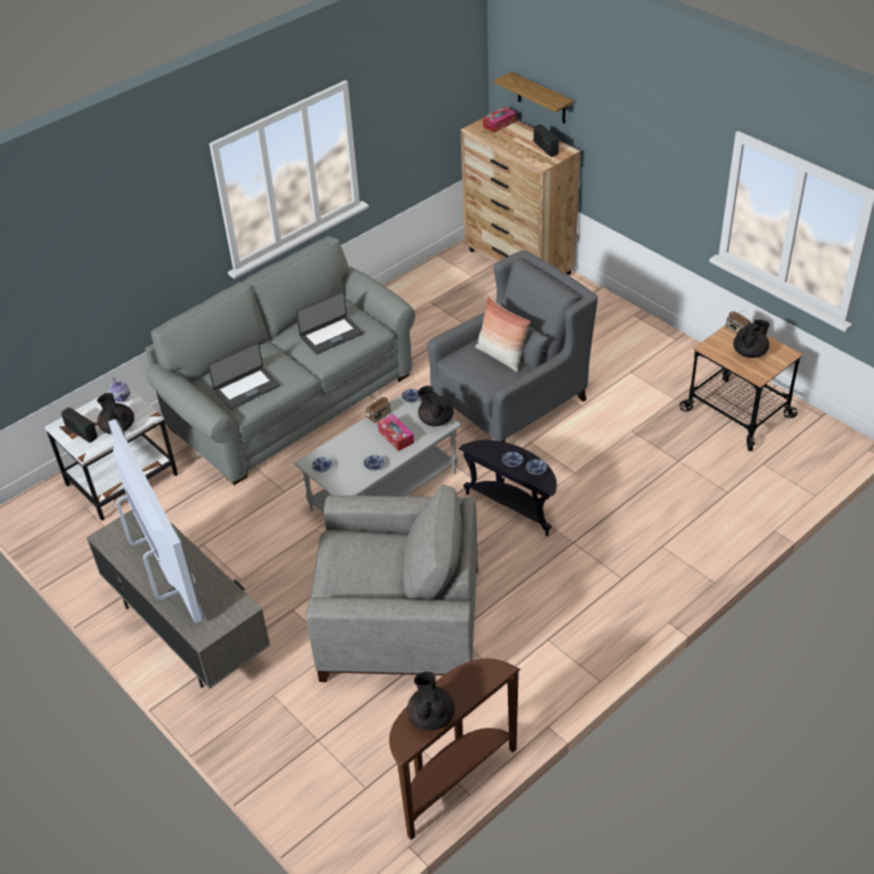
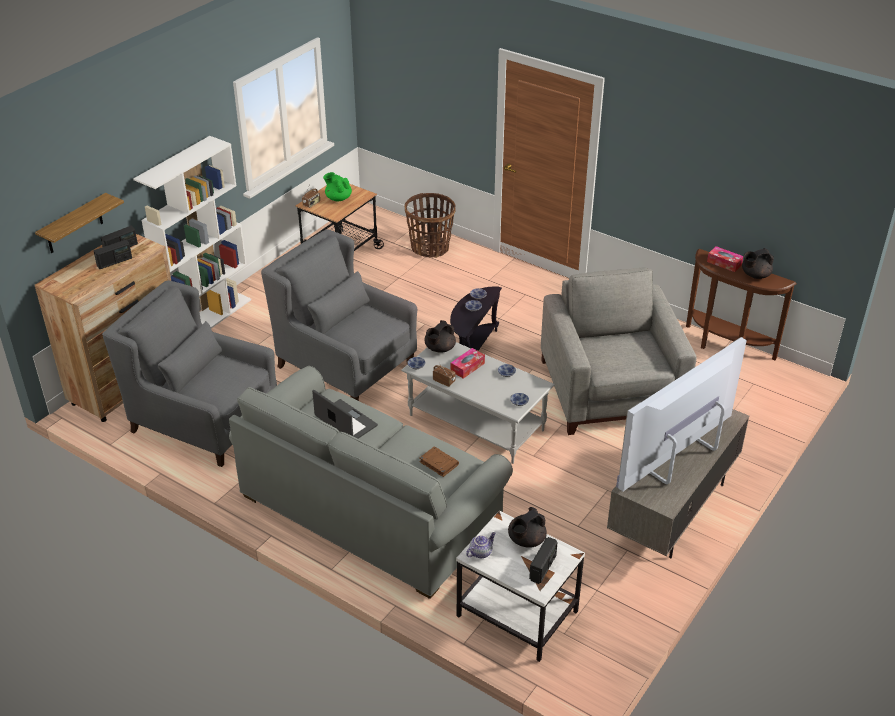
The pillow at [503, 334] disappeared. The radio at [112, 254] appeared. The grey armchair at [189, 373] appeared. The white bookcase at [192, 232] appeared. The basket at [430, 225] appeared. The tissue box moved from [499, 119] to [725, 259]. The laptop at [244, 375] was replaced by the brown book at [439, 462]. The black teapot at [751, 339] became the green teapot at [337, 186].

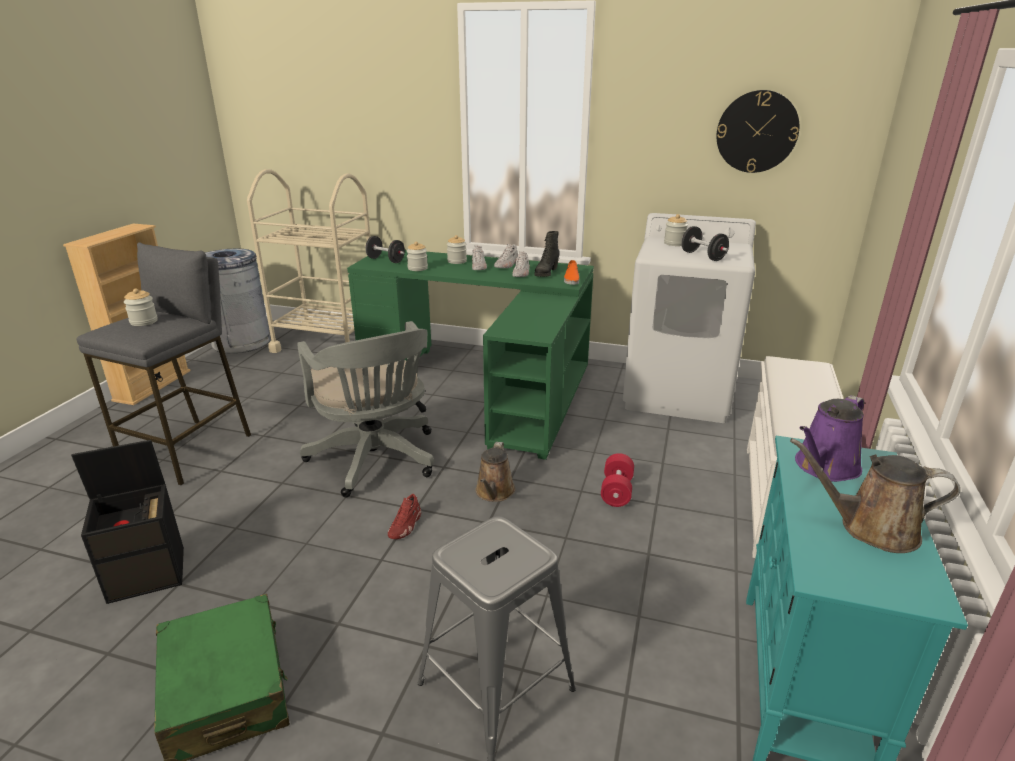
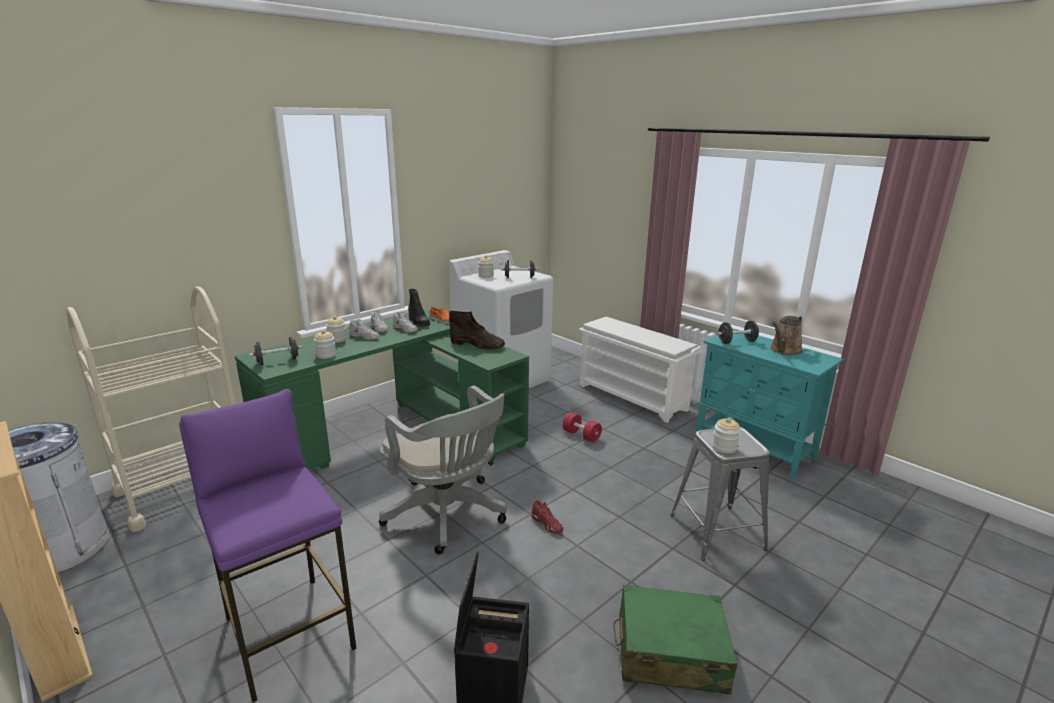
The brown watering can at [495, 472] disappeared. The wall clock at [758, 131] disappeared. The brown boot at [477, 330] appeared. The jar moved from [141, 307] to [726, 435]. The purple watering can at [829, 438] was replaced by the black dumbbell at [738, 332]. The grey stool at [164, 363] became the purple stool at [268, 546]. The grey office chair at [365, 409] turned 45 degrees clockwise.

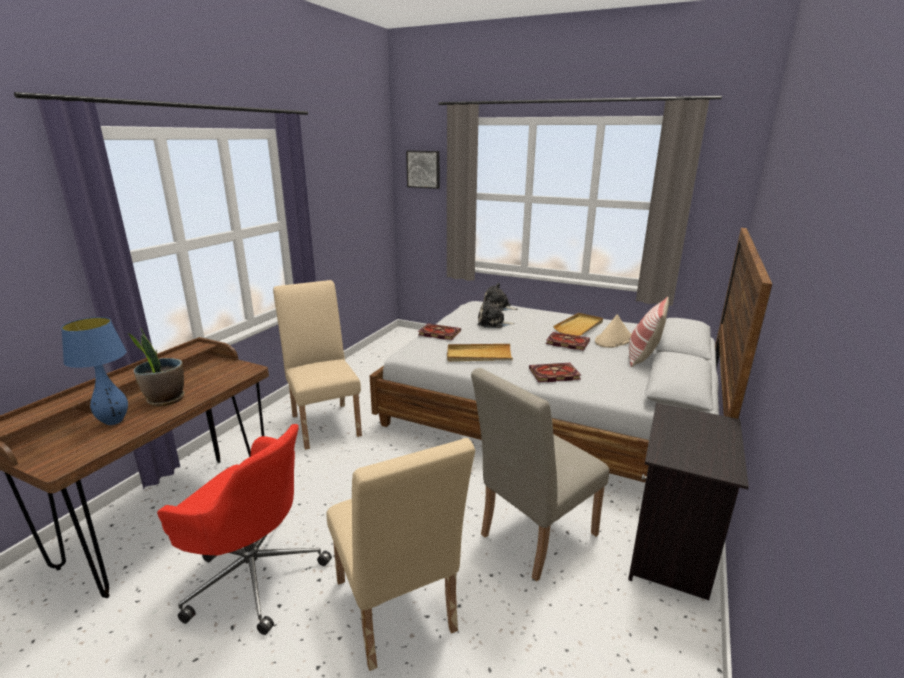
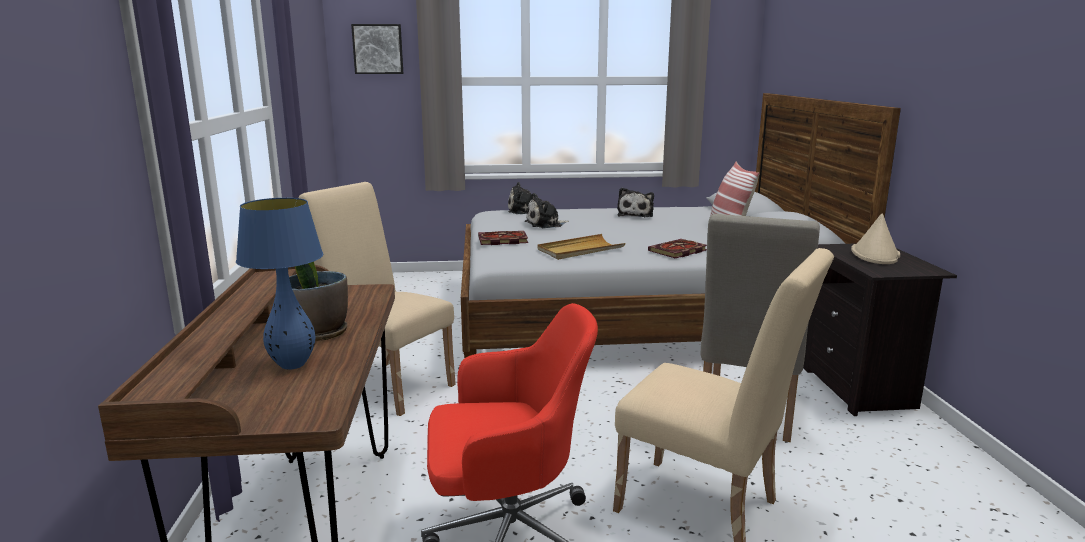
The book at [568, 341] disappeared. The beige hat moved from [613, 331] to [875, 238]. The beige tray at [578, 324] was replaced by the plush toy at [635, 202].

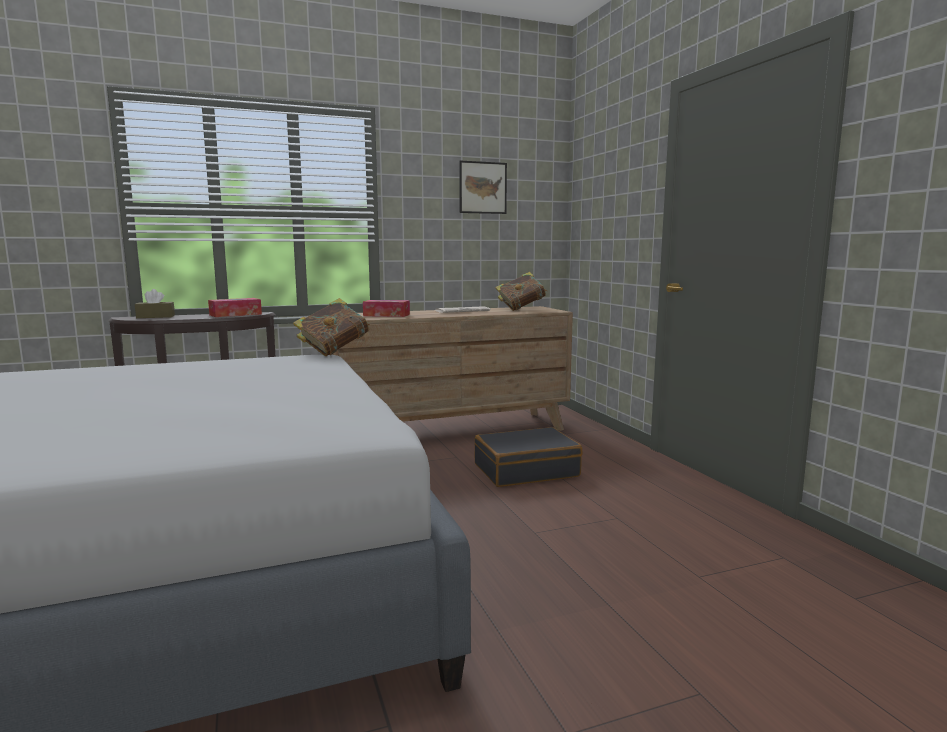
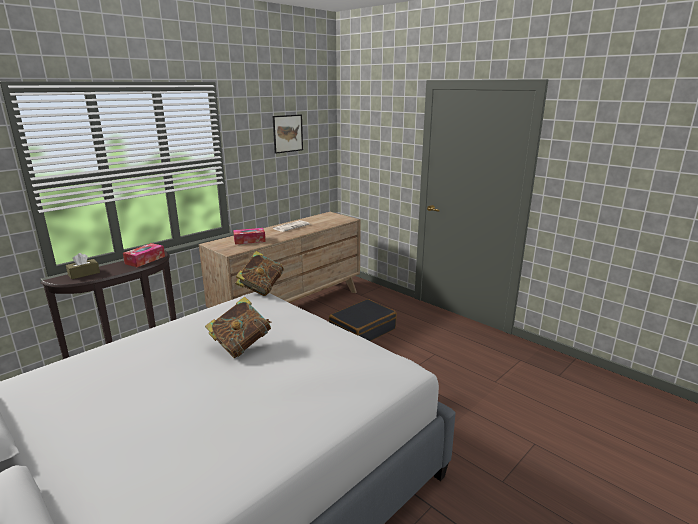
The book moved from [521, 291] to [238, 328].

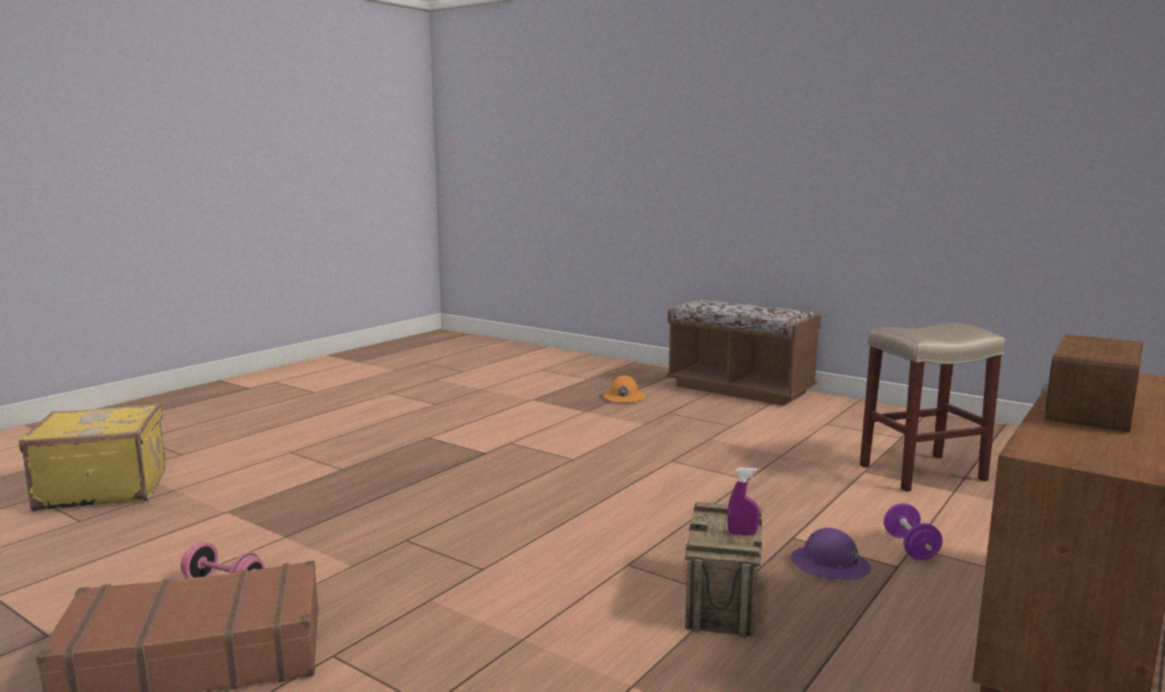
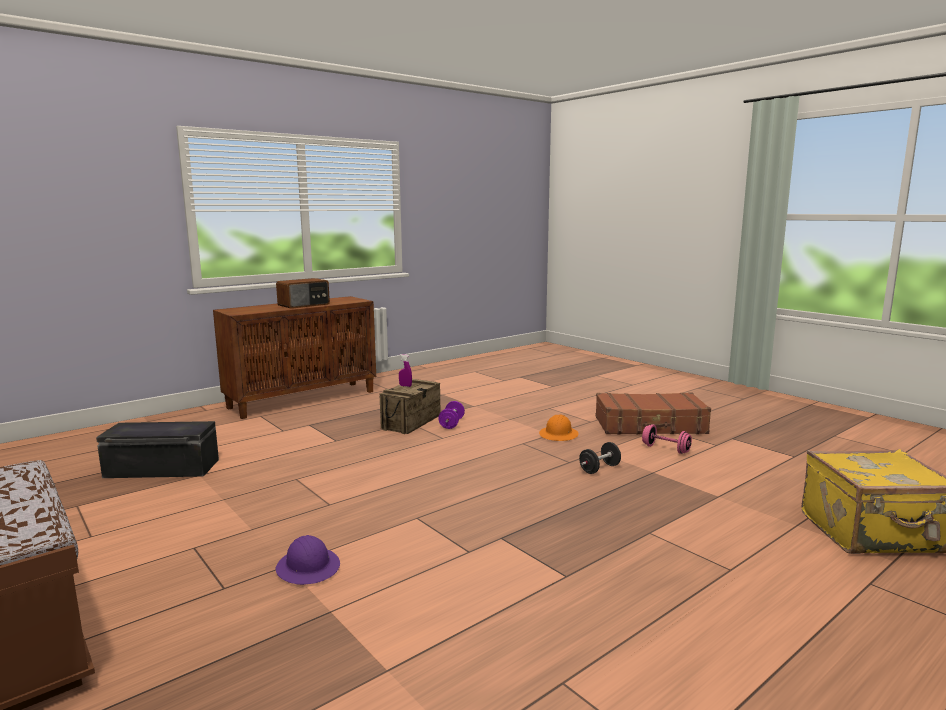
The black dumbbell at [600, 458] appeared. The orange hard hat moved from [624, 388] to [559, 427]. The purple hard hat moved from [831, 554] to [308, 560]. The purple dumbbell moved from [913, 531] to [451, 415]. The beige stool at [932, 407] was replaced by the black storage box at [157, 449].

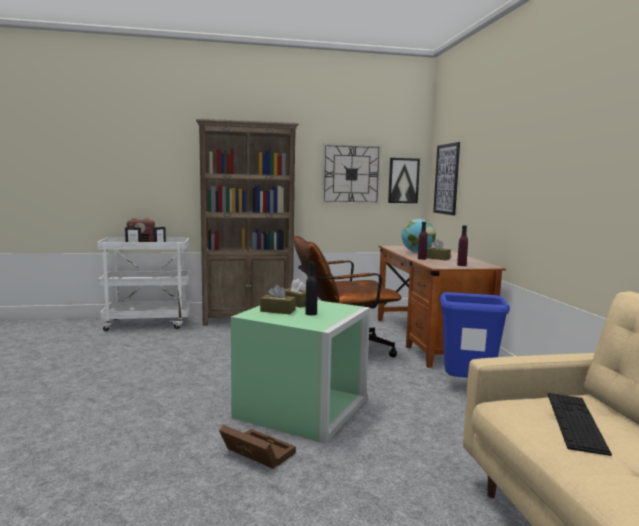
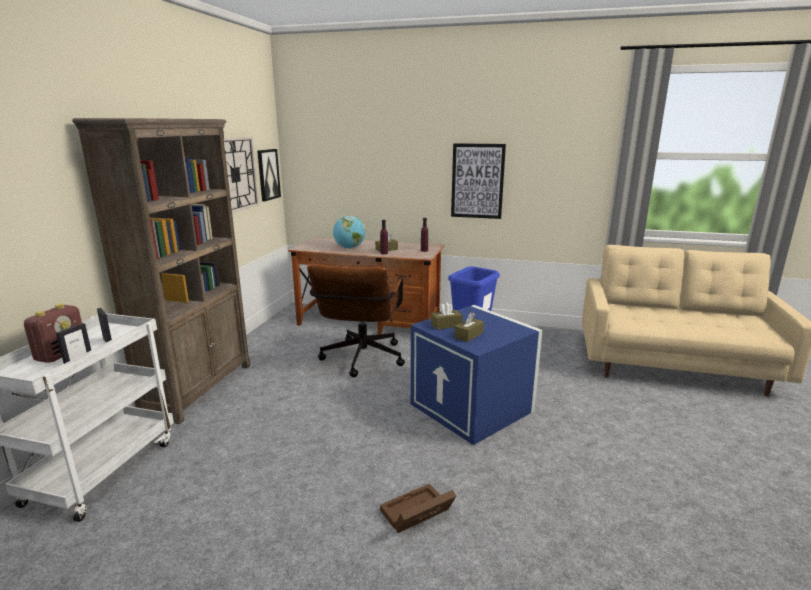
The black bottle at [311, 288] disappeared. The keyboard at [580, 424] disappeared. The brown storage box moved from [257, 447] to [418, 508]. The picture moved from [446, 178] to [478, 181]. The green storage box at [300, 372] became the blue storage box at [476, 375].

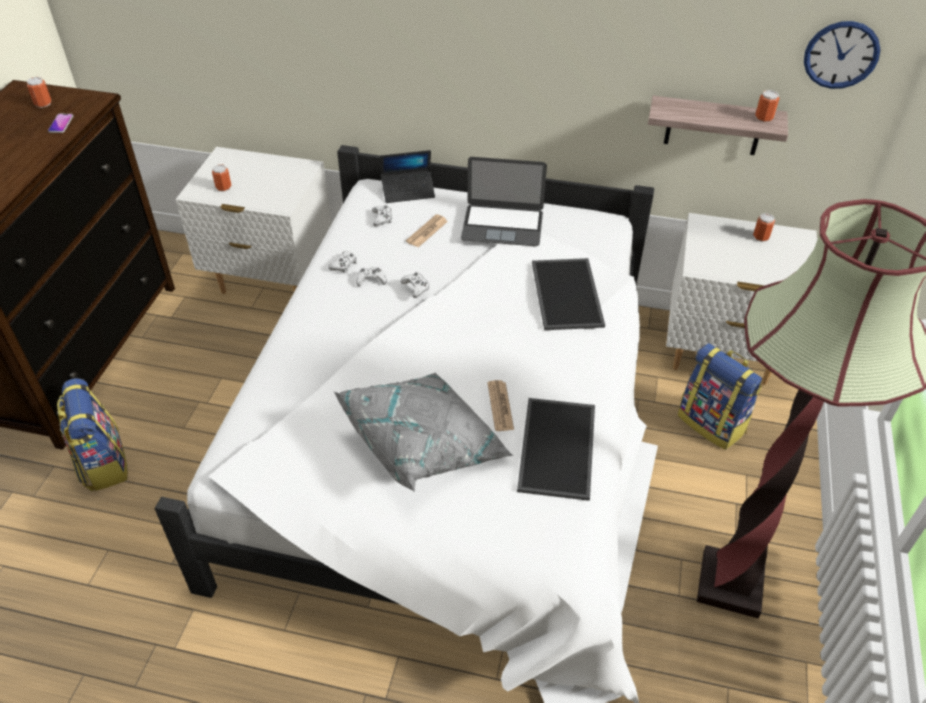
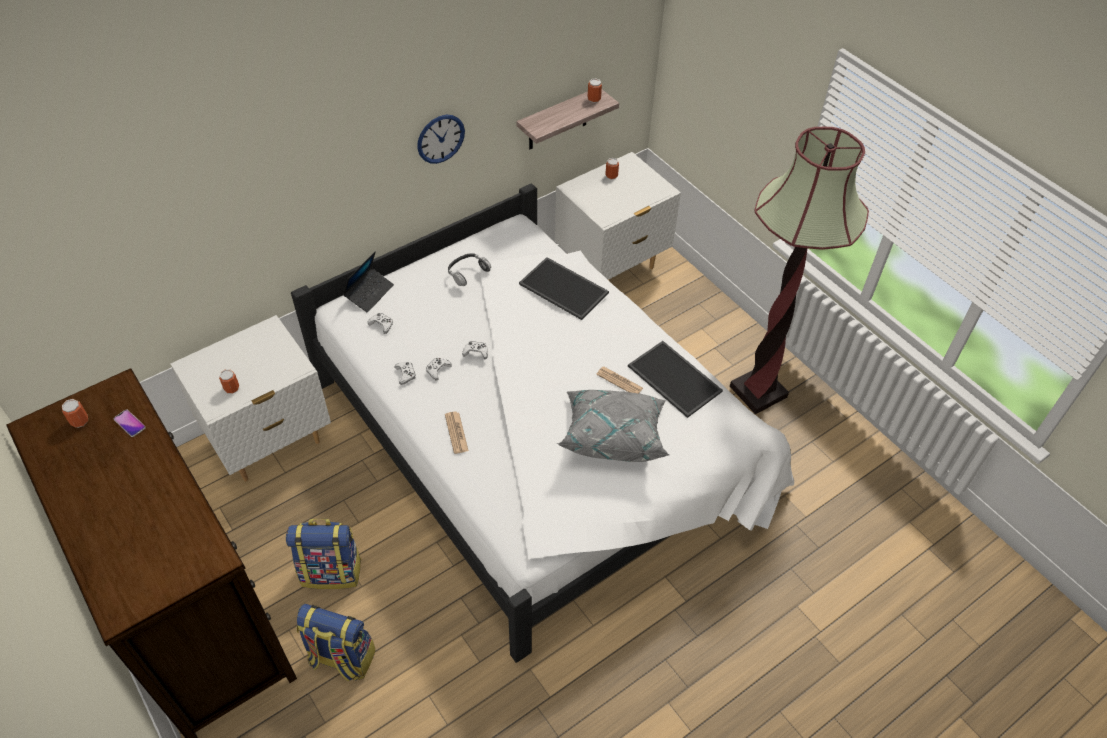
The newspaper moved from [427, 231] to [457, 433]. The backpack moved from [720, 396] to [324, 554]. The wall clock moved from [842, 55] to [441, 139]. The laptop at [504, 201] was replaced by the headphones at [469, 269].

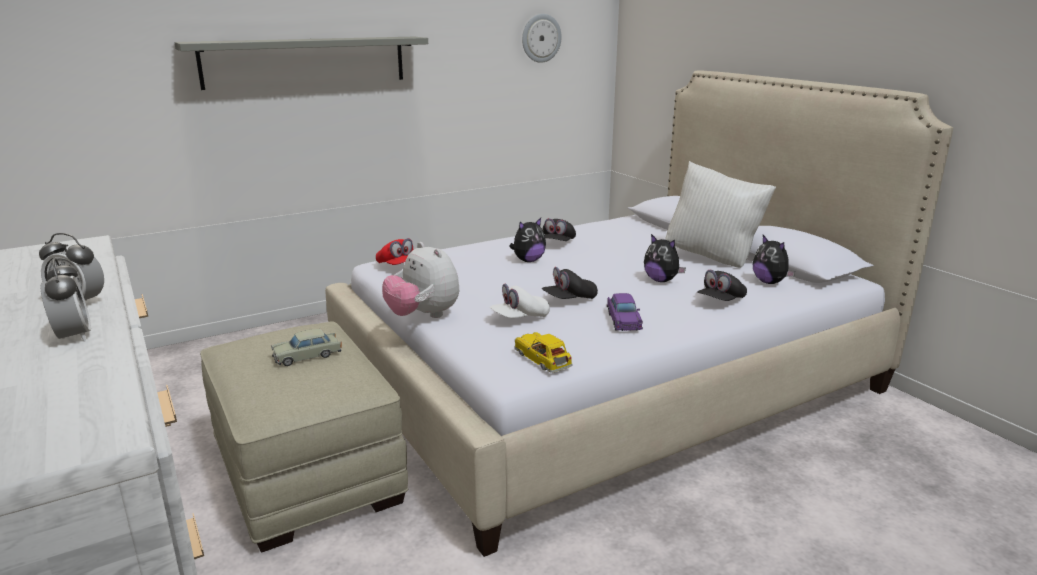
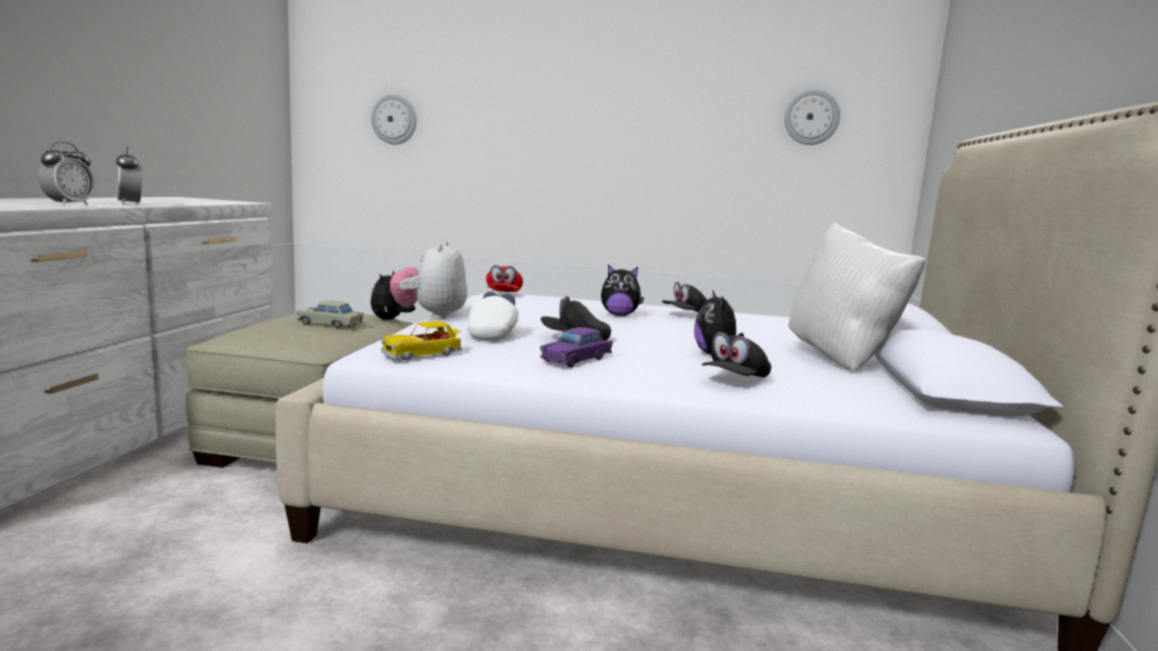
The grey shelf at [301, 63] disappeared. The wall clock at [393, 119] appeared. The plush toy moved from [773, 259] to [393, 295]. The white cap at [520, 301] turned 90 degrees clockwise. The toy car at [543, 352] turned 135 degrees counterclockwise. The black cap at [722, 285] turned 45 degrees counterclockwise.

